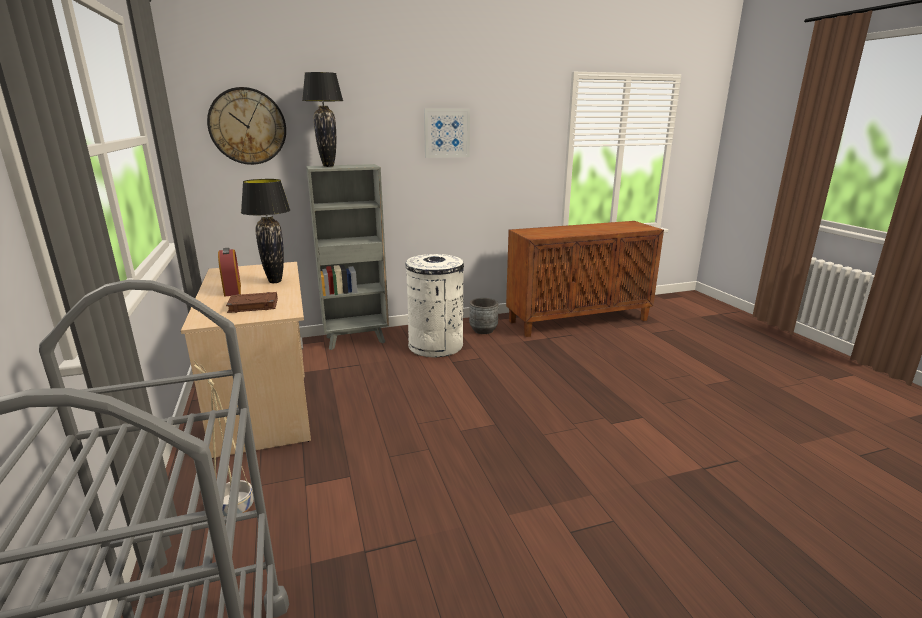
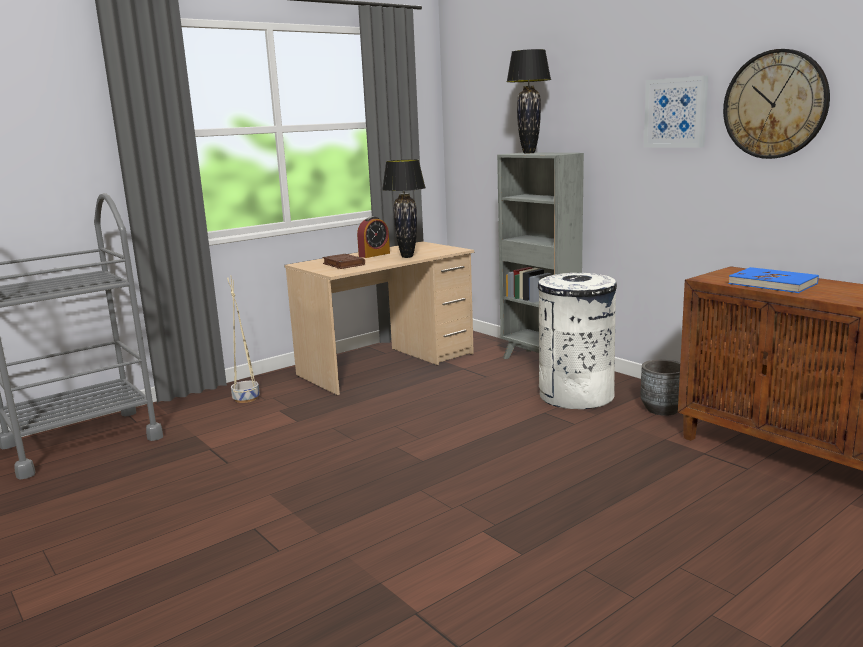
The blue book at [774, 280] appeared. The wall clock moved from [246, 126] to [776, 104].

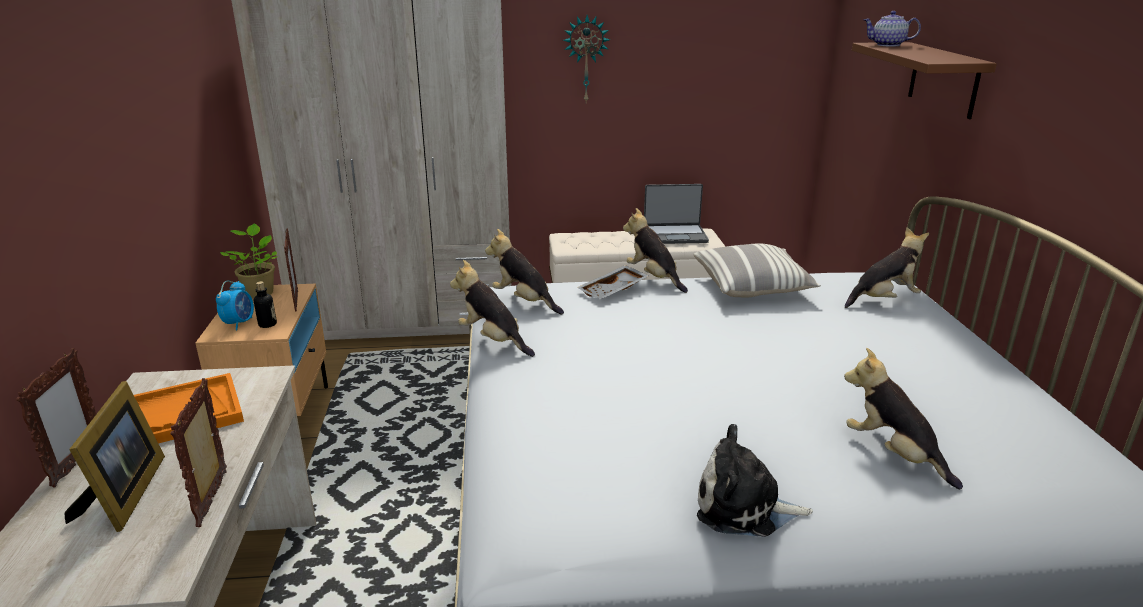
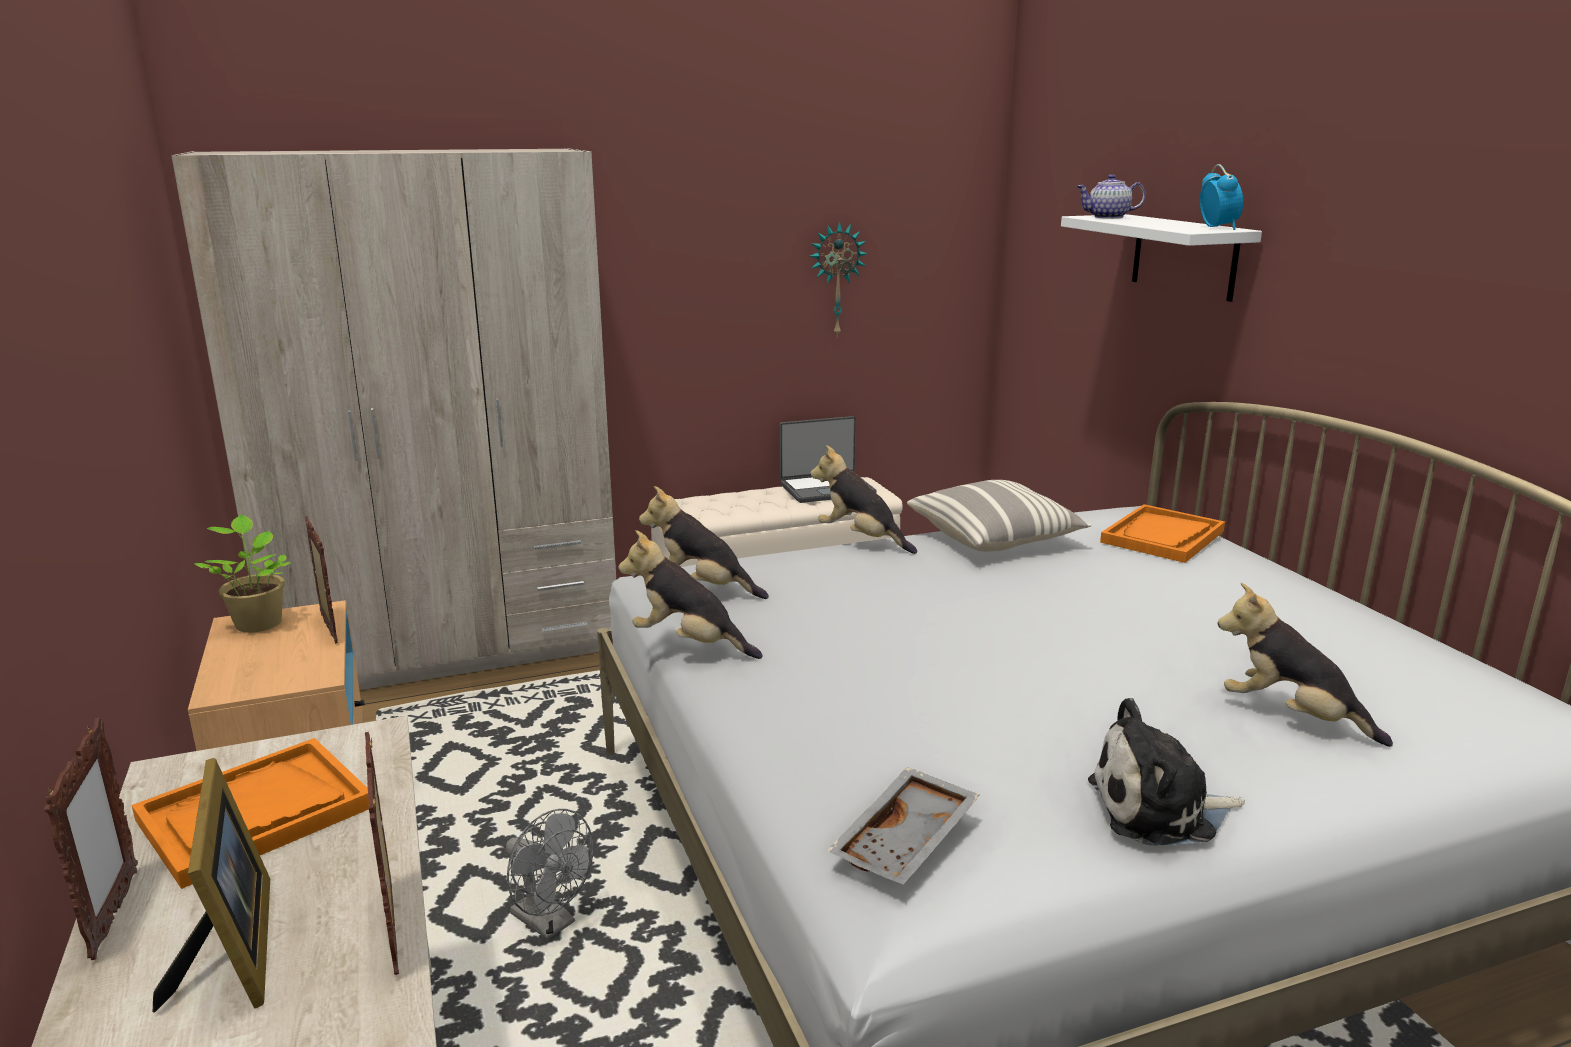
The bottle at [265, 304] disappeared. The grey fan at [549, 874] appeared. The alarm clock moved from [235, 305] to [1221, 197]. The wall clock moved from [586, 58] to [839, 279]. The grey tray moved from [613, 282] to [903, 826]. The plush toy at [887, 267] was replaced by the orange tray at [1162, 533]. The brown shelf at [924, 80] became the white shelf at [1161, 258].

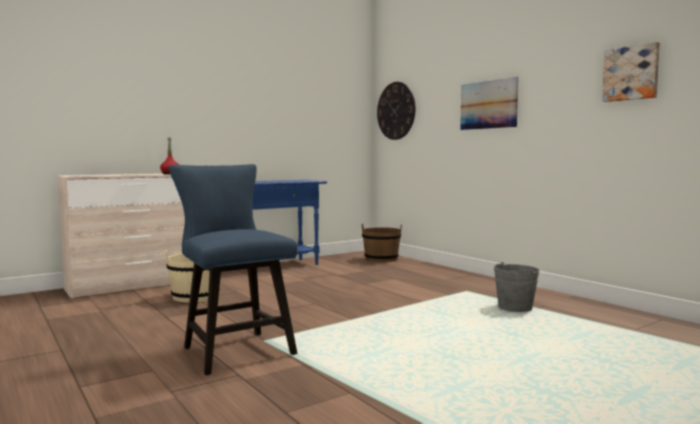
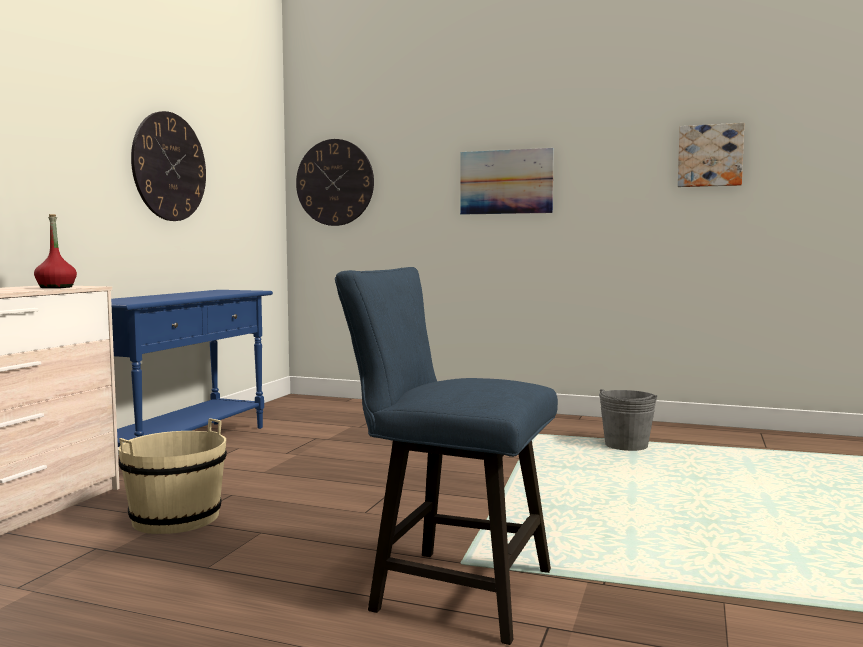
The brown bucket at [382, 243] disappeared. The wall clock at [168, 166] appeared.

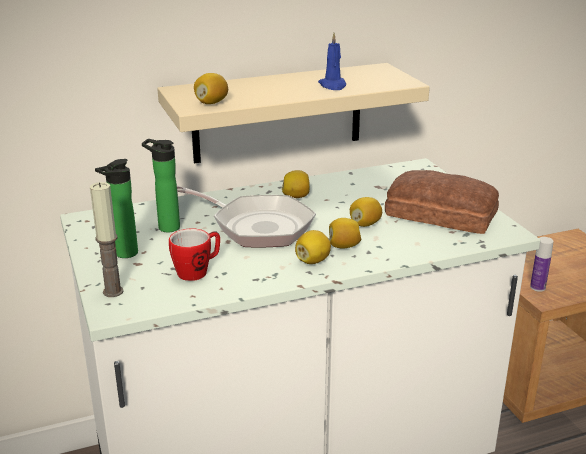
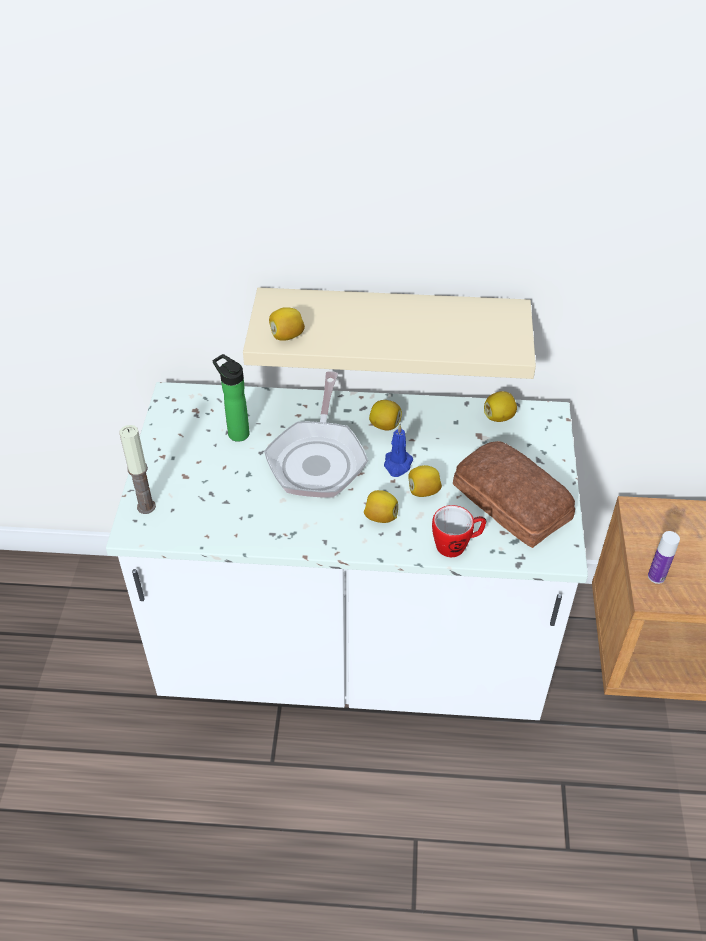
The bottle at [116, 208] disappeared. The mug moved from [194, 254] to [459, 531]. The lemon moved from [313, 247] to [500, 406]. The blue candle moved from [332, 61] to [399, 450]. The frying pan at [246, 217] turned 45 degrees clockwise.

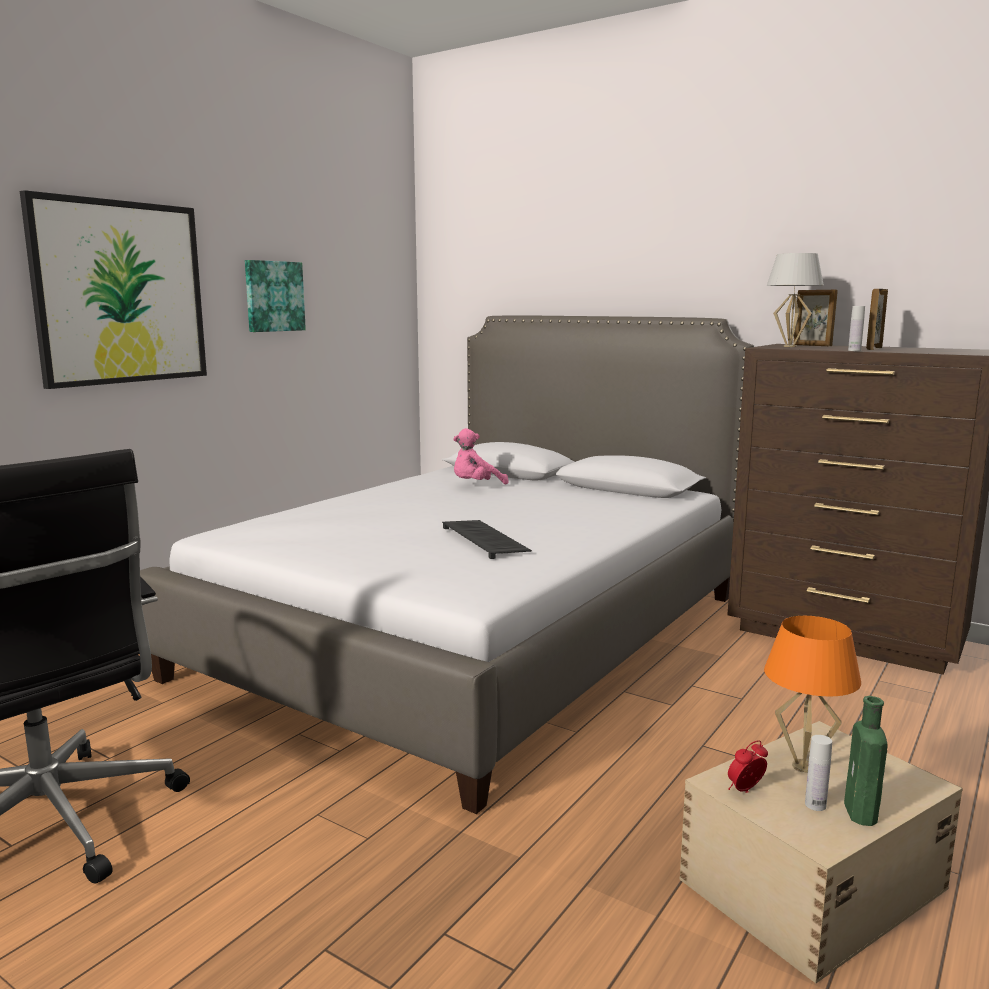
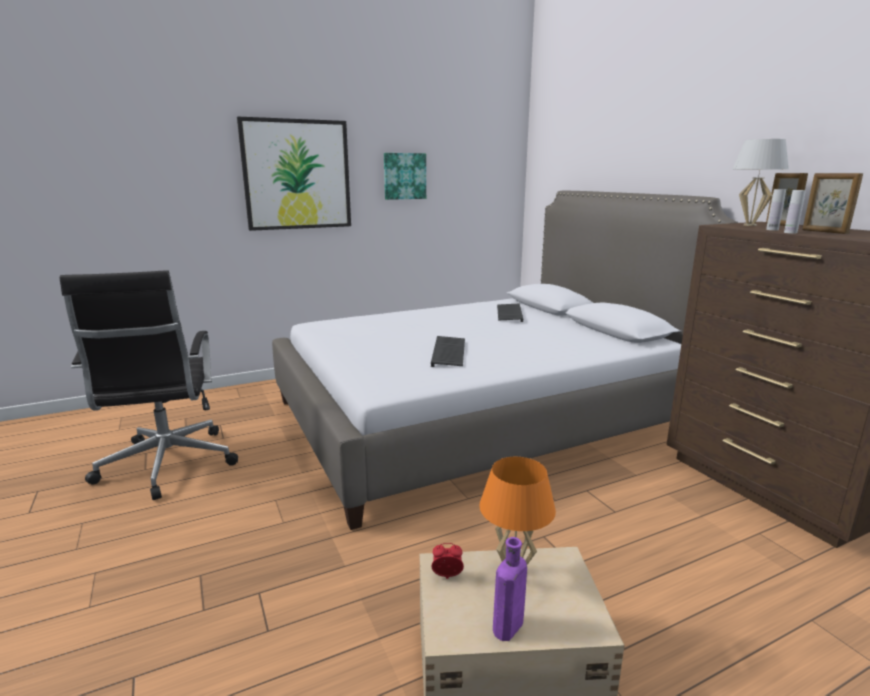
The white bottle moved from [818, 773] to [776, 209]. The pink plush toy at [481, 456] was replaced by the keyboard at [510, 312]. The green bottle at [866, 761] became the purple bottle at [510, 589]. The picture frame at [877, 319] turned 90 degrees counterclockwise.

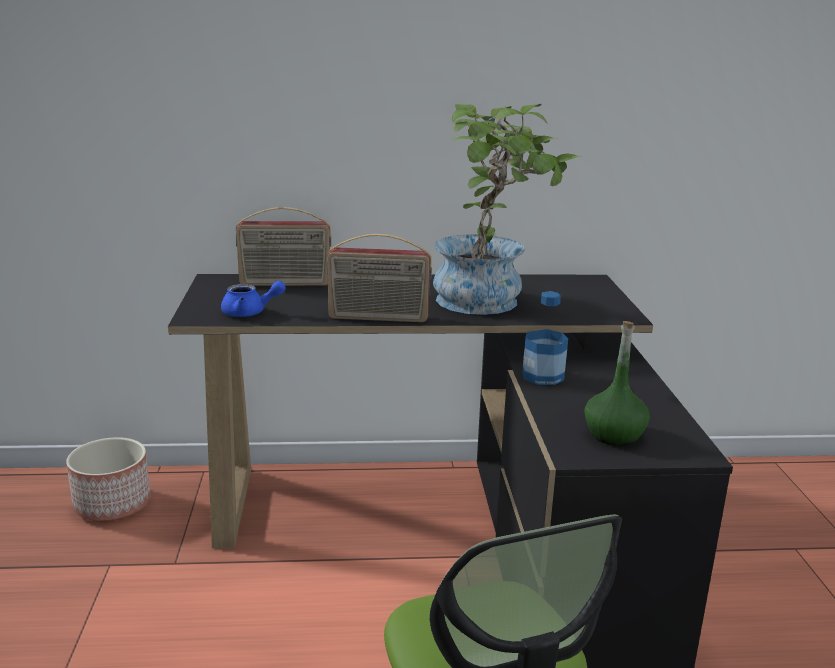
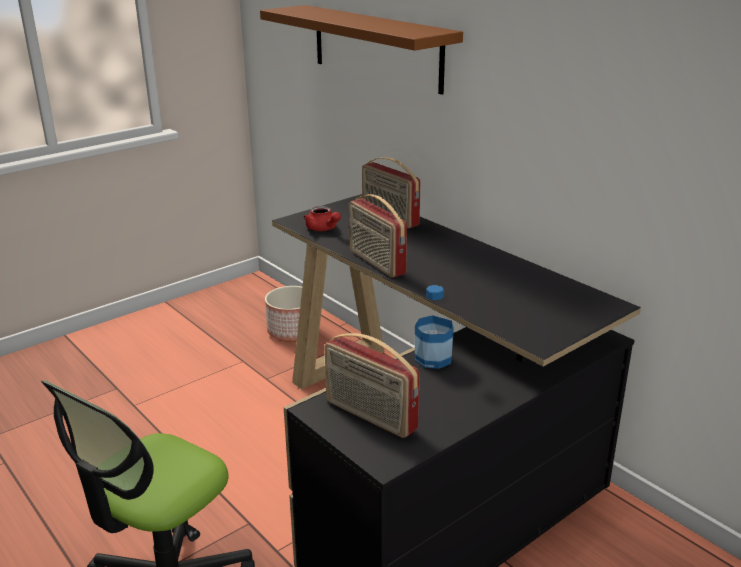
The potted plant at [507, 209] disappeared. The brown shelf at [361, 50] appeared. The green bottle at [617, 383] was replaced by the radio at [372, 385]. The blue teapot at [253, 299] became the red teapot at [322, 218].

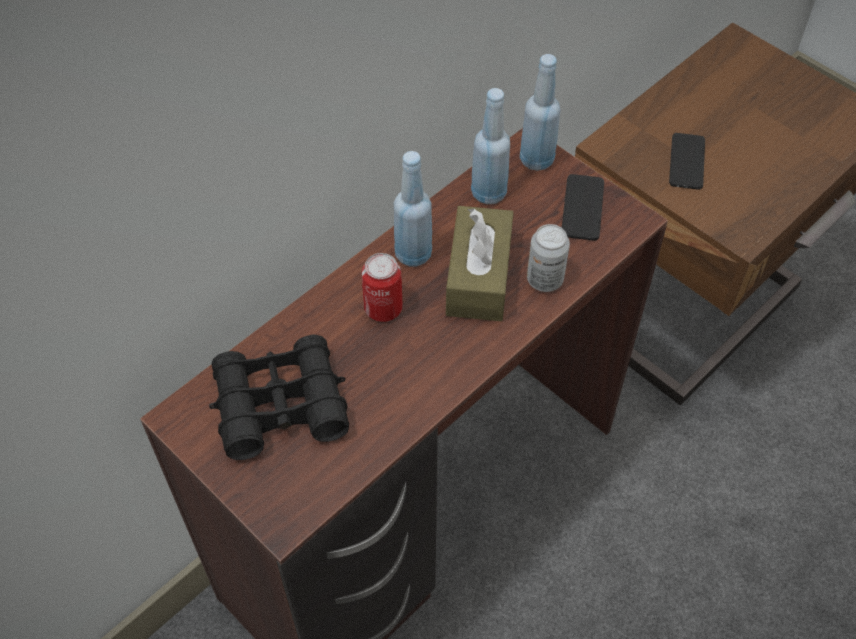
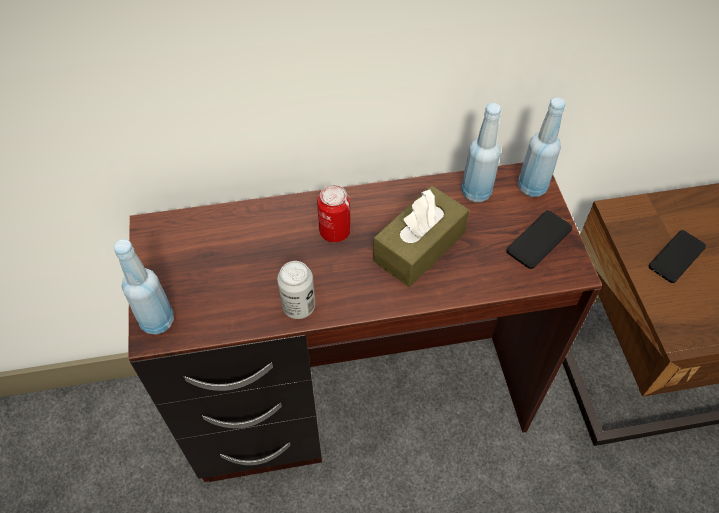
The black binoculars at [279, 397] disappeared. The blue bottle moved from [413, 208] to [144, 287]. The can moved from [548, 258] to [296, 290].

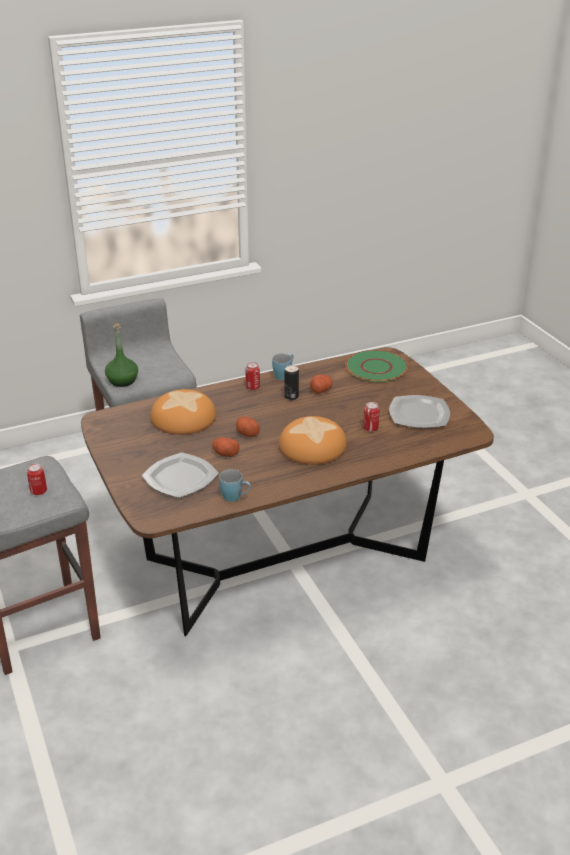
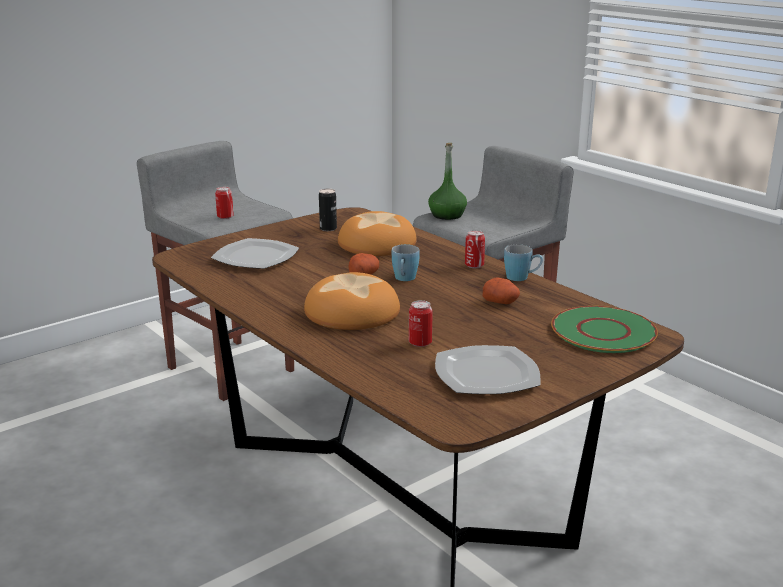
The potato at [225, 447] disappeared. The blue mug moved from [235, 485] to [406, 262]. The can moved from [291, 382] to [328, 210].

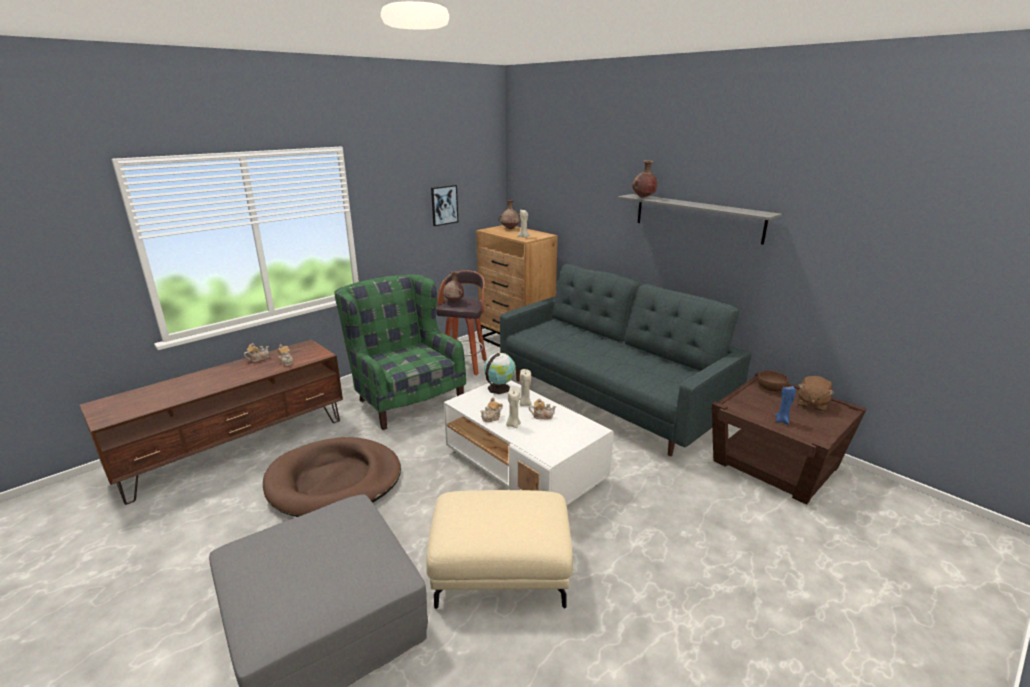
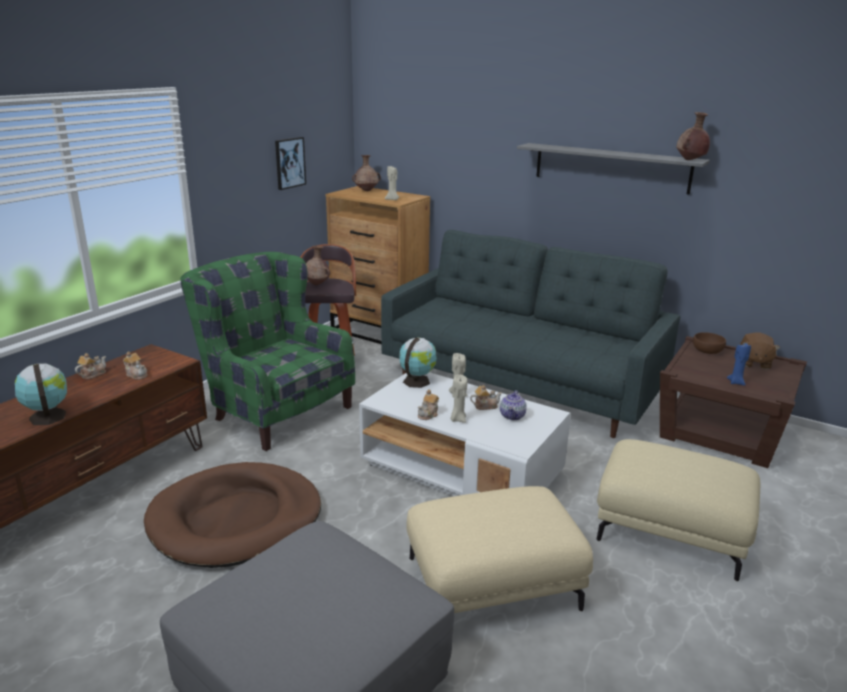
The globe at [41, 394] appeared. The teapot at [513, 405] appeared. The beige ottoman at [678, 510] appeared. The brown vase moved from [644, 179] to [693, 136].

